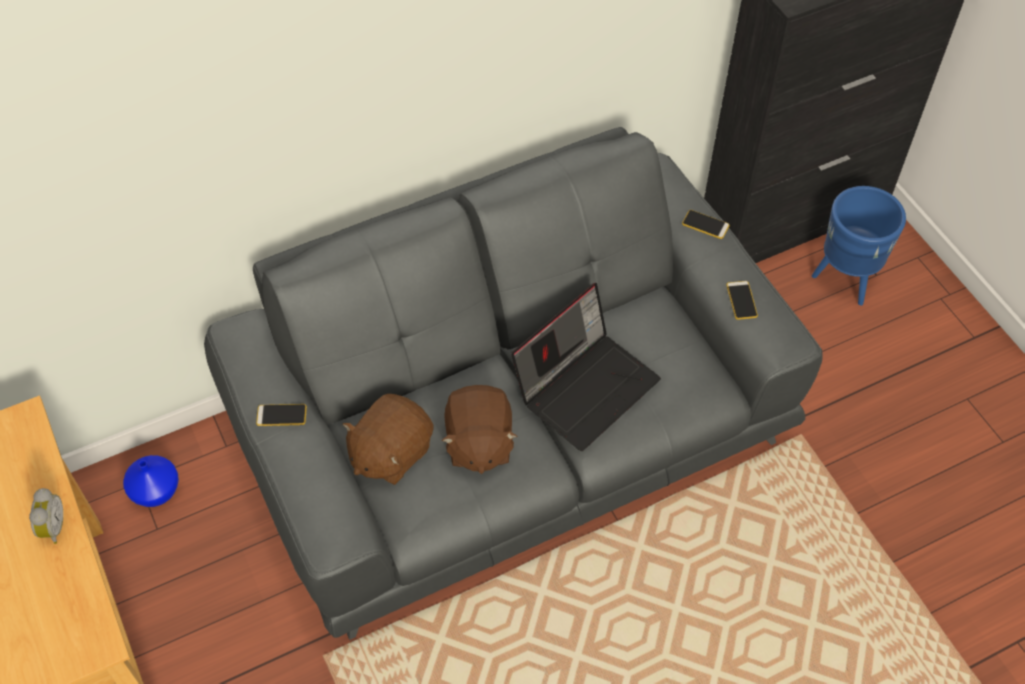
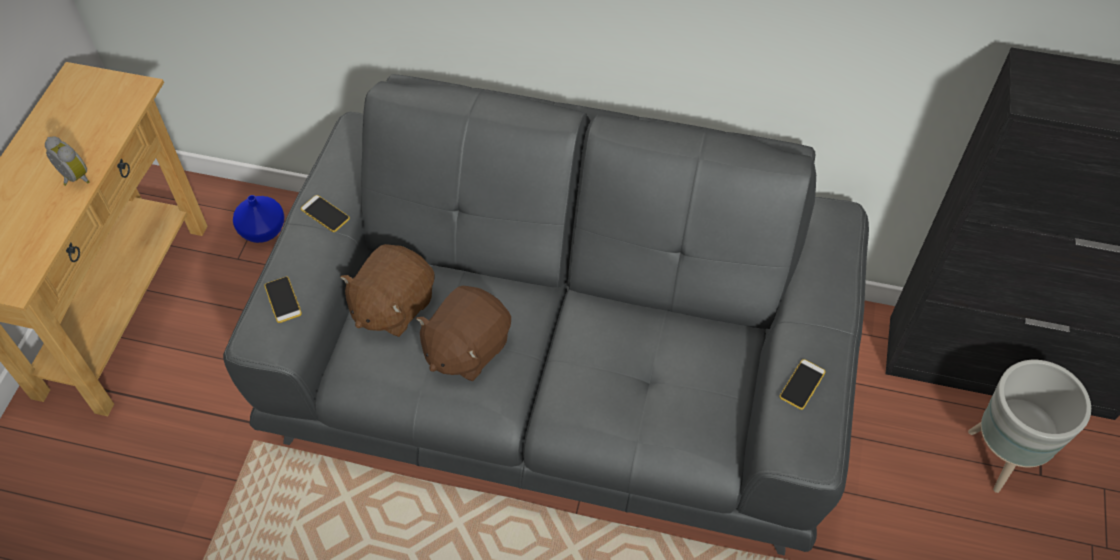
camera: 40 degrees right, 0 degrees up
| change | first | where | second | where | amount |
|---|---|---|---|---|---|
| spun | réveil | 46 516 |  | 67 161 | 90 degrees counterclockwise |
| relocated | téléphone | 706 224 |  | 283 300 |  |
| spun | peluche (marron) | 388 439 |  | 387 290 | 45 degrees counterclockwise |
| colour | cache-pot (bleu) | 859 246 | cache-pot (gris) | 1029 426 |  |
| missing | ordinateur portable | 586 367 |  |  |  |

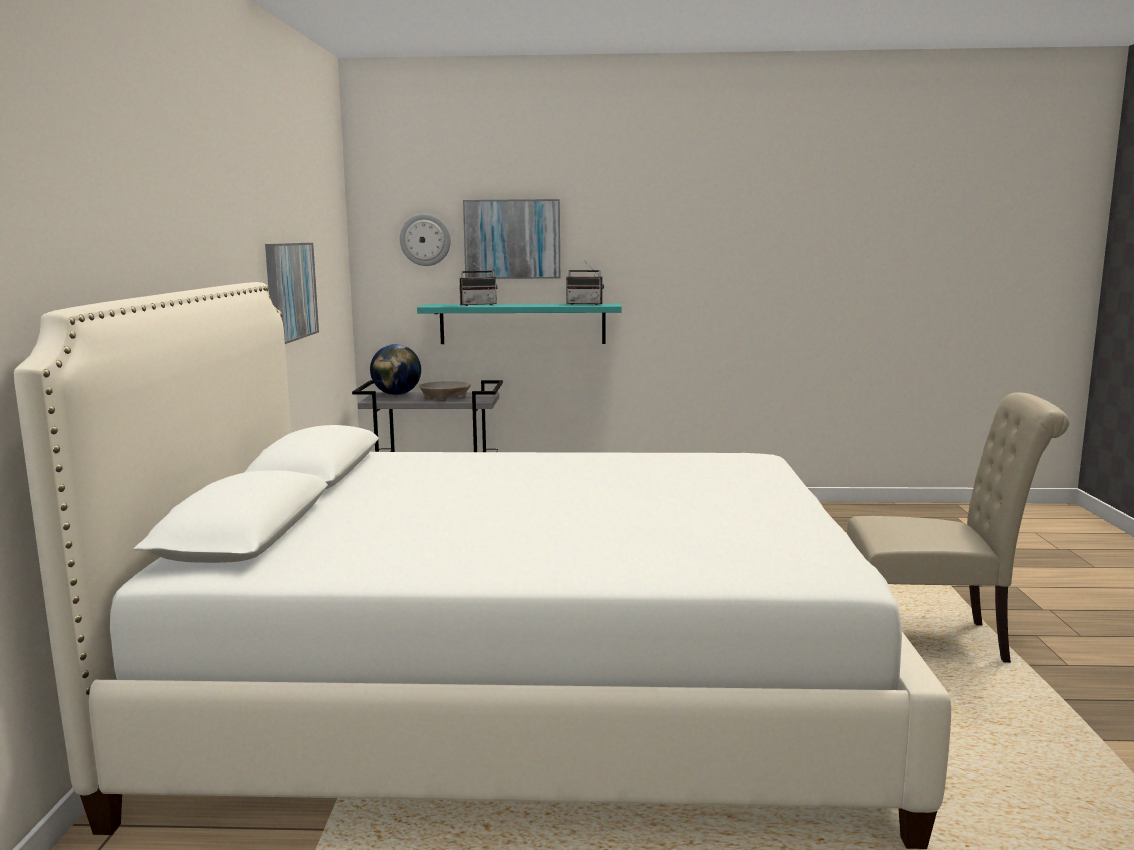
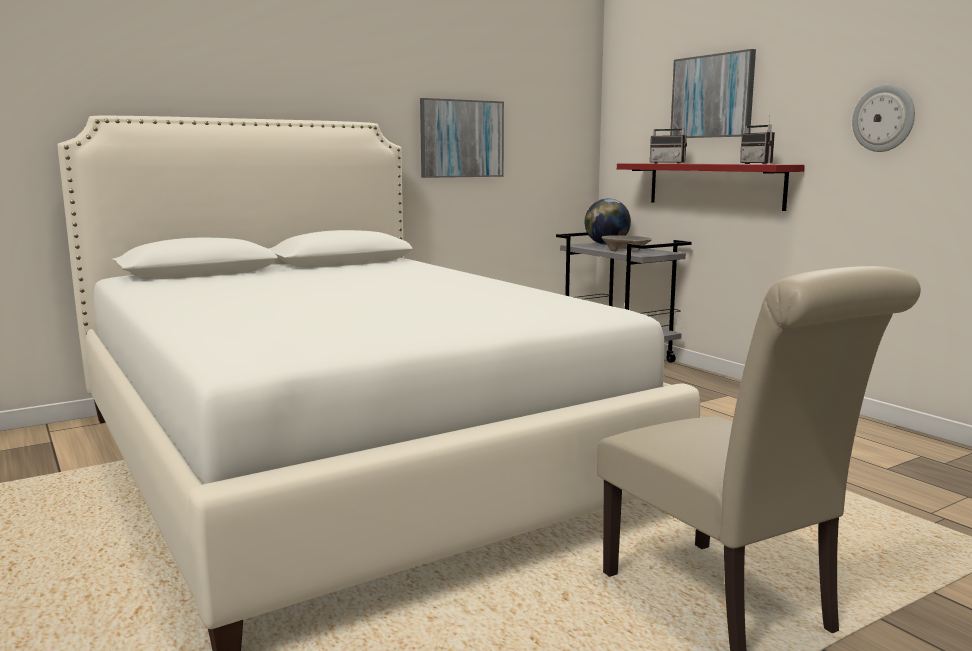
camera: 55 degrees right, 0 degrees up
| change | first | where | second | where | amount |
|---|---|---|---|---|---|
| colour | étagère (turquoise) | 519 323 | étagère (rouge) | 711 187 |  |
| relocated | horloge murale | 425 240 |  | 883 118 |  |

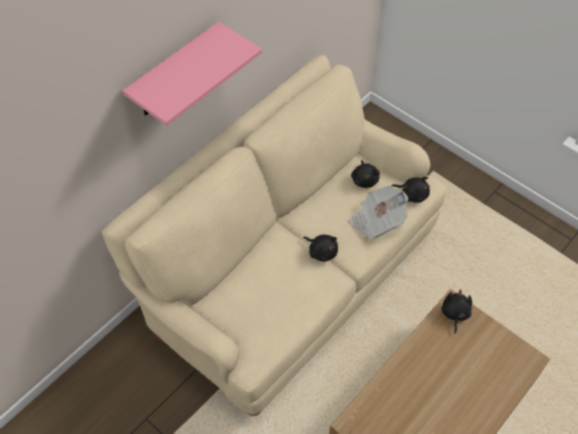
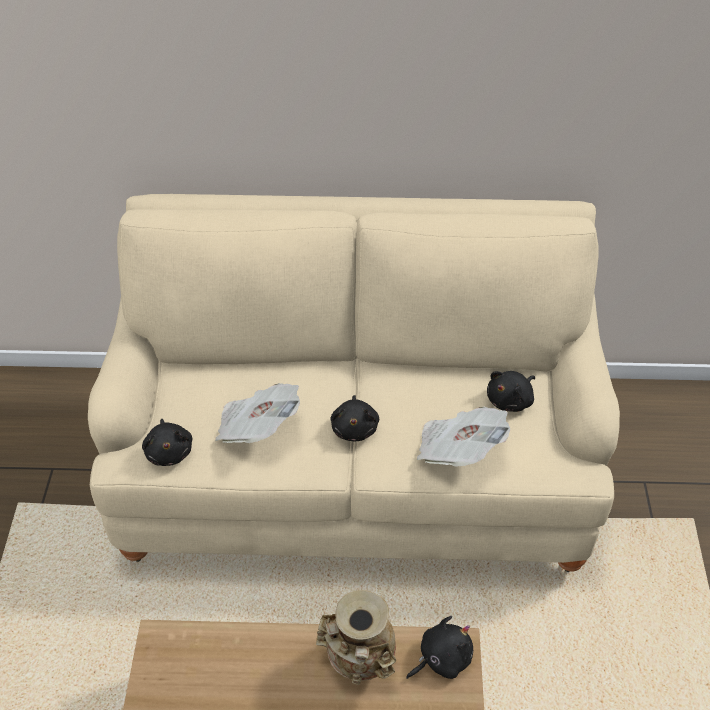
camera: 50 degrees right, 10 degrees down
| change | first | where | second | where | amount |
|---|---|---|---|---|---|
| relocated | peluche (noir) | 411 190 |  | 167 442 |  |
| appeared |  |  | journal | 257 413 |  |
| appeared |  |  | vase (beige) | 356 637 |  |
| missing | étagère (rose) | 192 74 |  |  |  |

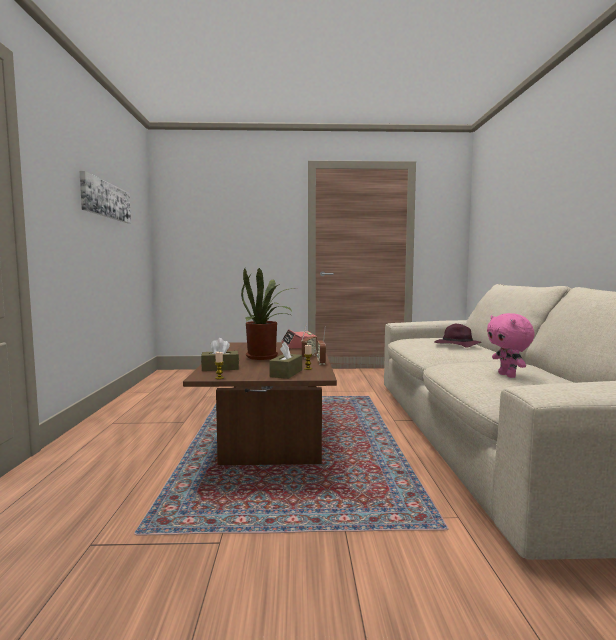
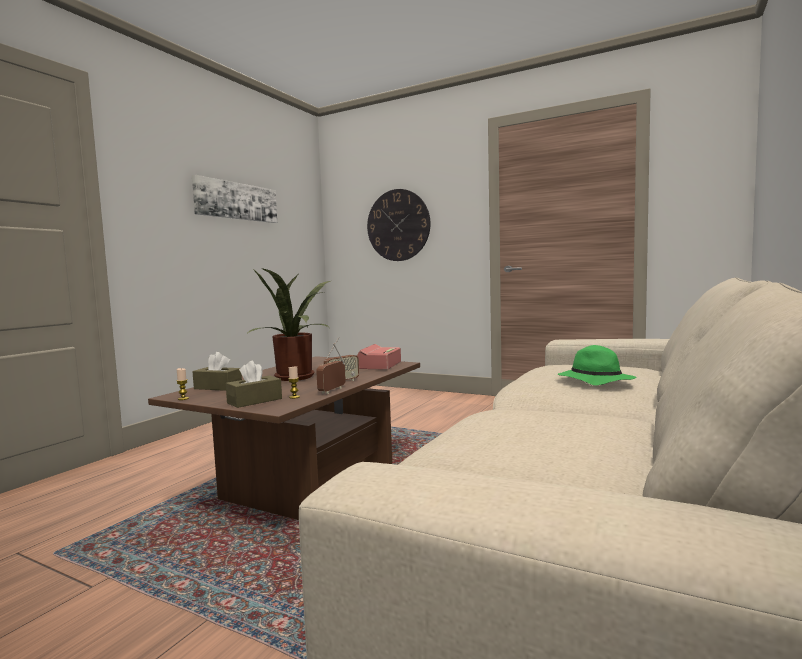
camera: 30 degrees right, 0 degrees up
| change | first | where | second | where | amount |
|---|---|---|---|---|---|
| appeared |  |  | horloge murale | 398 225 |  |
| colour | chapeau (violet) | 458 336 | chapeau (vert) | 597 365 |  |
| missing | peluche (rose) | 511 345 |  |  |  |

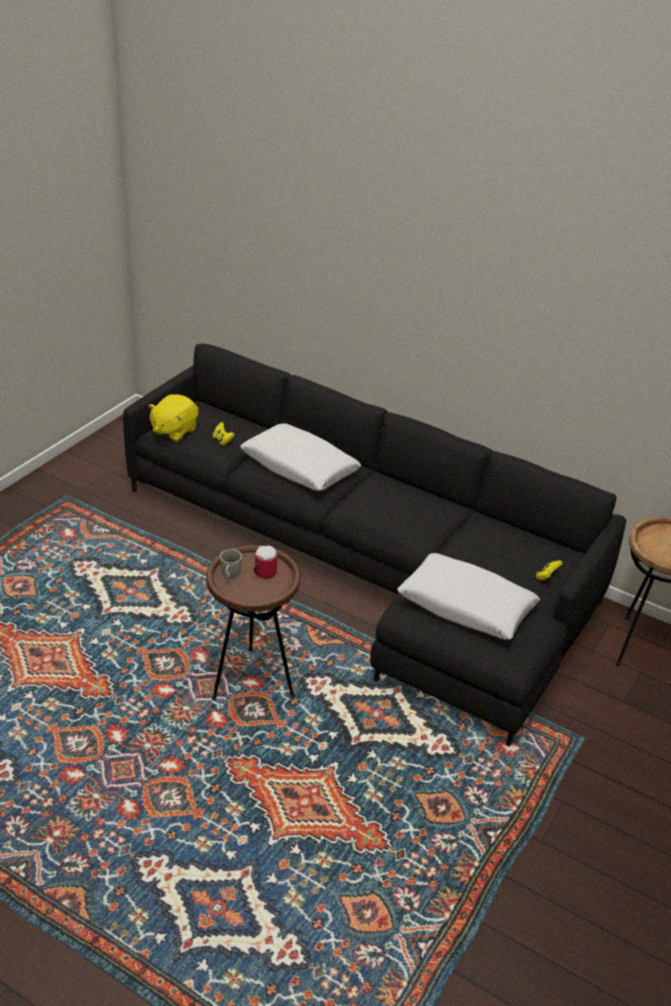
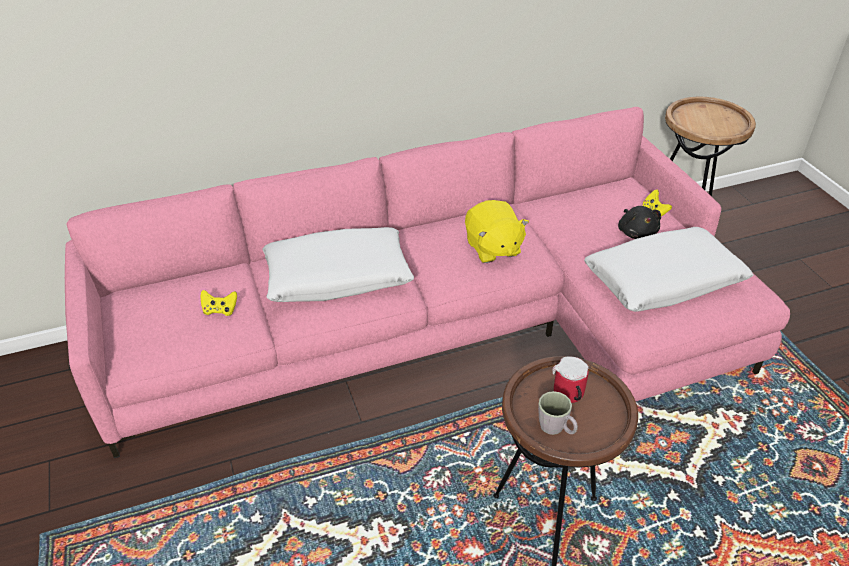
camera: 50 degrees left, 5 degrees up
| change | first | where | second | where | amount |
|---|---|---|---|---|---|
| colour | canapé (noir) | 374 545 | canapé (rose) | 427 282 |  |
| relocated | peluche (jaune) | 173 418 |  | 497 231 |  |
| appeared |  |  | peluche (noir) | 639 222 |  |

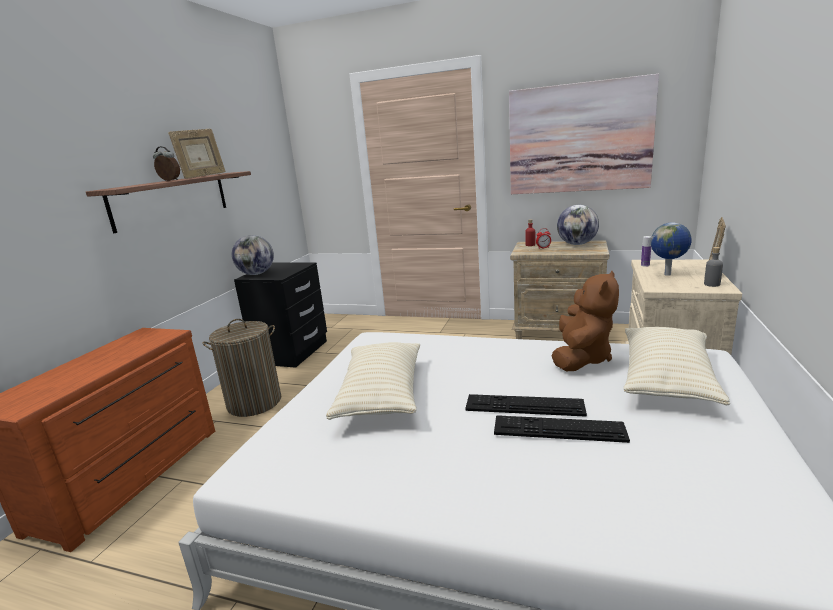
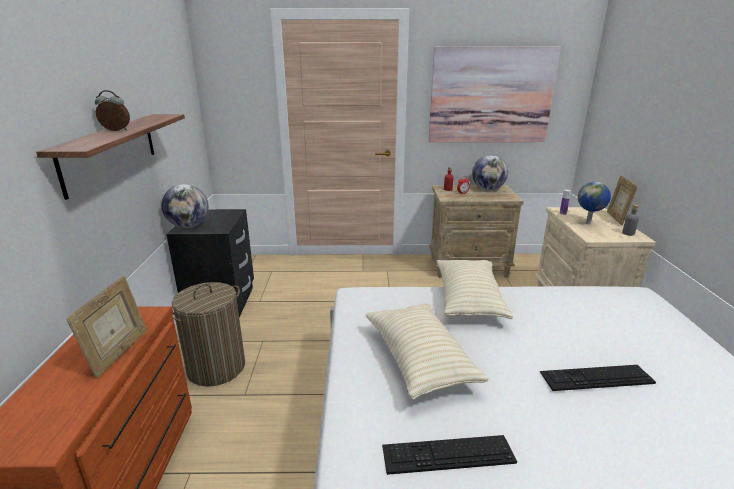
camera: 20 degrees left, 5 degrees up
| change | first | where | second | where | amount |
|---|---|---|---|---|---|
| relocated | cadre photo | 197 154 |  | 106 327 |  |
| relocated | clavier | 526 405 |  | 449 455 |  |
| relocated | coussin (beige) | 676 366 |  | 475 289 |  |
| missing | peluche (marron) | 585 321 |  |  |  |

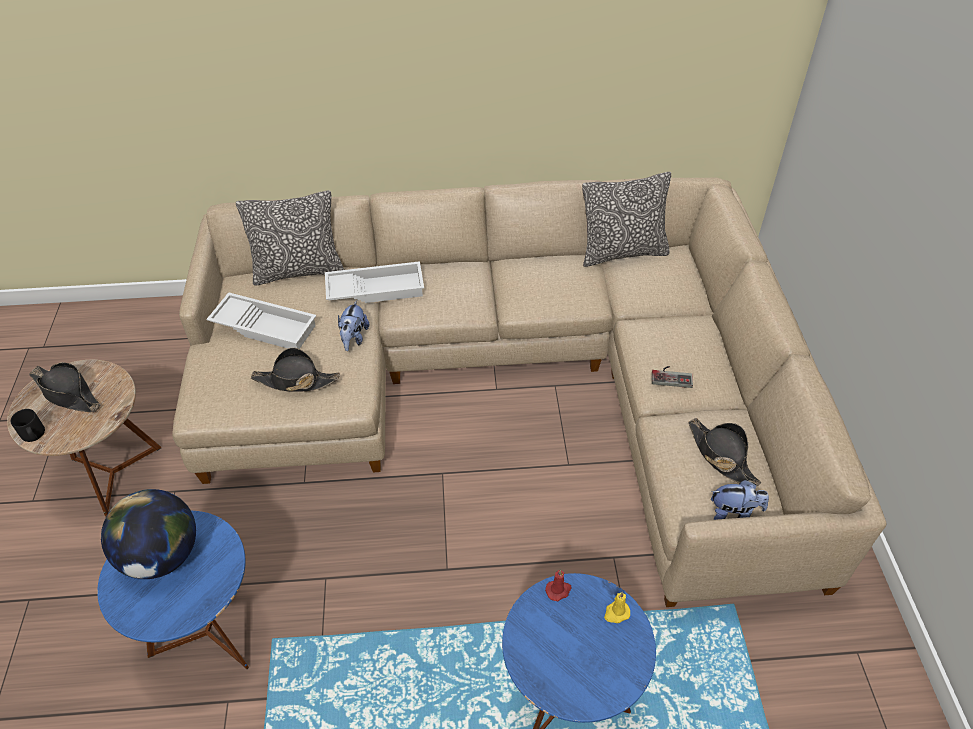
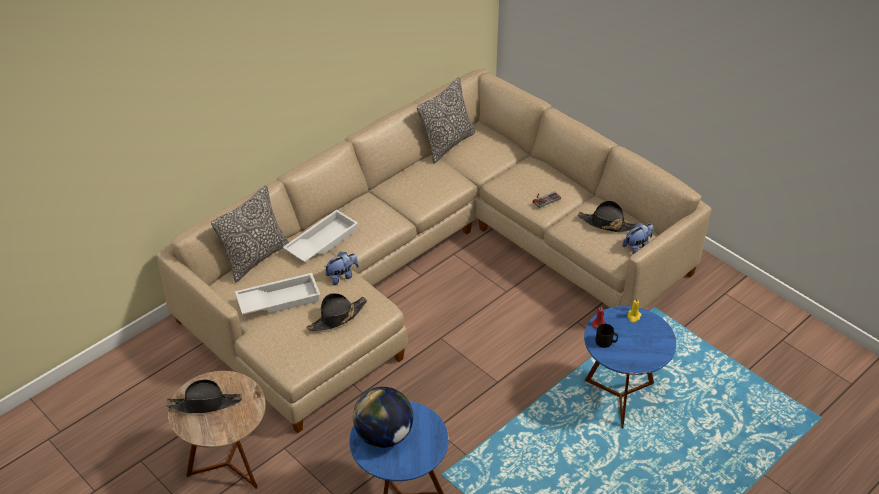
camera: 40 degrees left, 5 degrees down
| change | first | where | second | where | amount |
|---|---|---|---|---|---|
| spun | peluche | 353 325 |  | 341 268 | 90 degrees counterclockwise |
| relocated | mug (noir) | 28 425 |  | 606 336 |  |

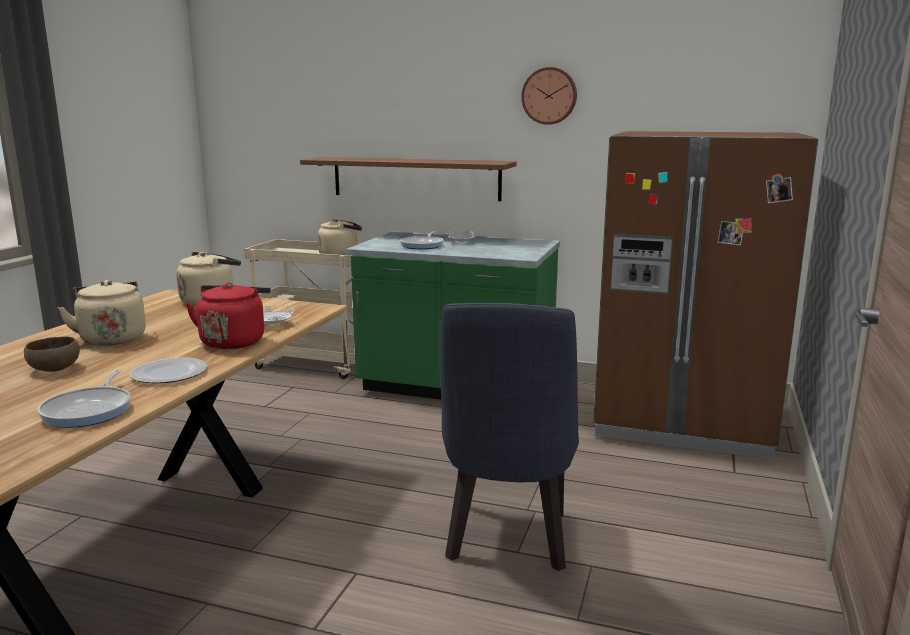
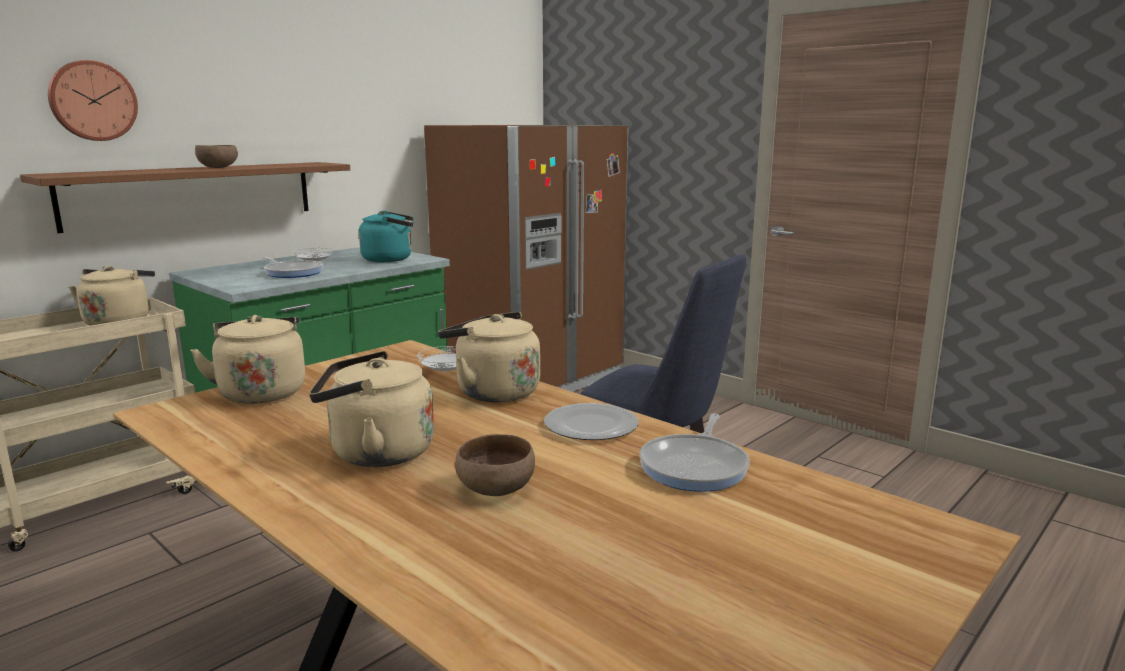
camera: 65 degrees left, 0 degrees up
| change | first | where | second | where | amount |
|---|---|---|---|---|---|
| relocated | horloge murale | 549 96 |  | 93 100 |  |
| appeared |  |  | bol (marron) | 216 156 |  |
| appeared |  |  | bouilloire (turquoise) | 386 236 |  |
| colour | bouilloire (rouge) | 228 316 | bouilloire (beige) | 489 357 |  |
| spun | poêle | 84 399 |  | 694 453 | 90 degrees clockwise |

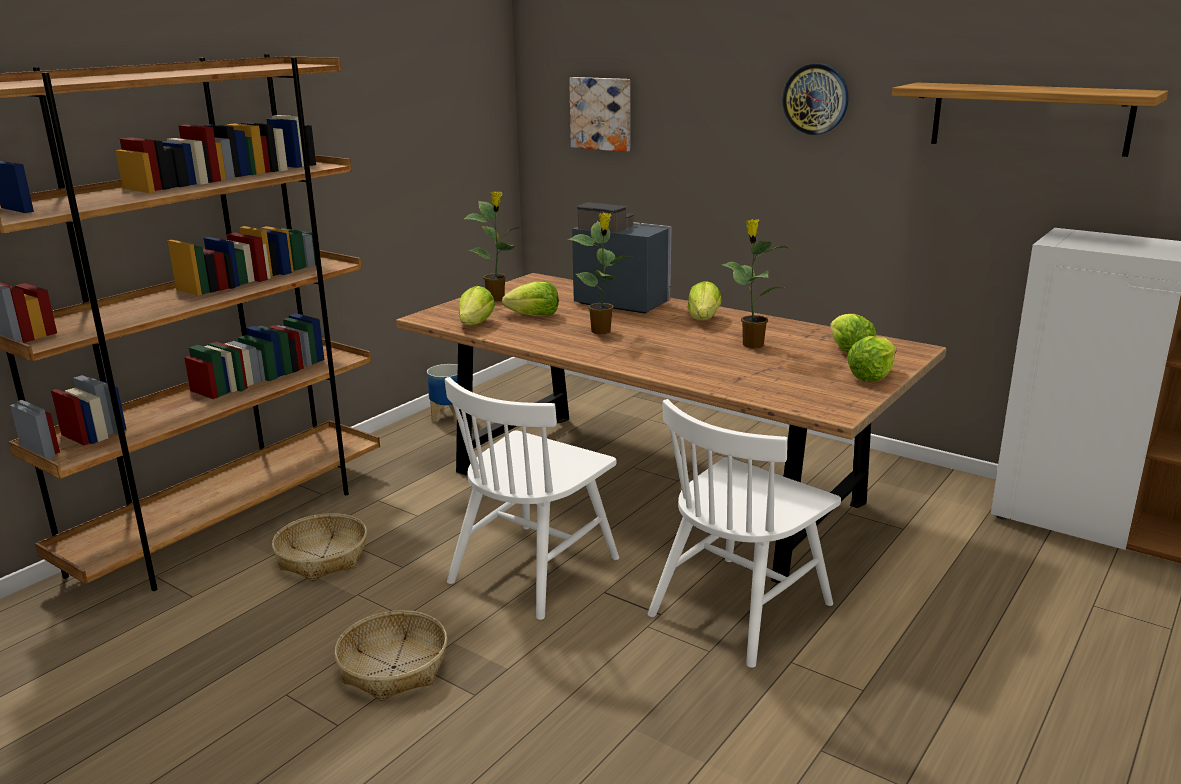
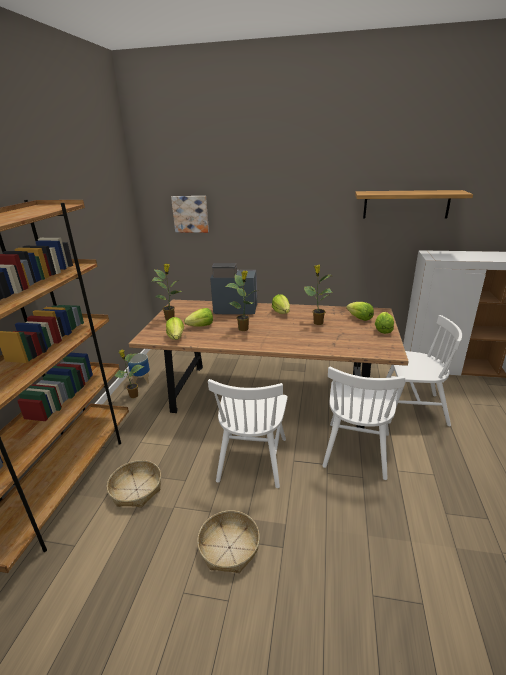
camera: 25 degrees left, 5 degrees up
| change | first | where | second | where | amount |
|---|---|---|---|---|---|
| appeared |  |  | plante en pot | 129 374 |  |
| appeared |  |  | chaise (blanc) | 424 370 |  |
| missing | horloge murale | 815 99 |  |  |  |

